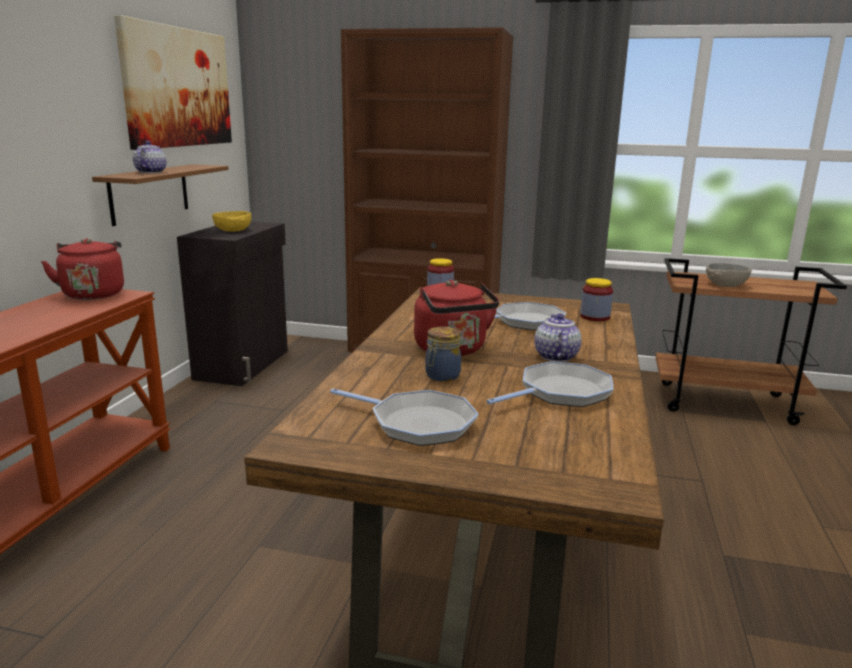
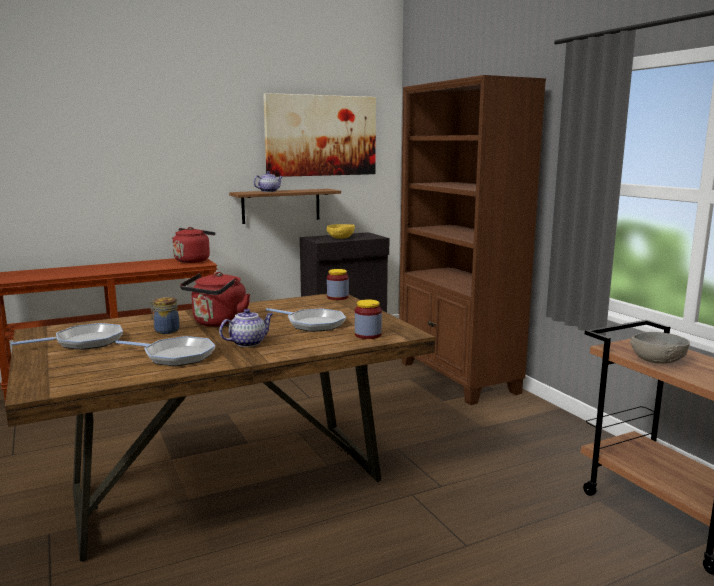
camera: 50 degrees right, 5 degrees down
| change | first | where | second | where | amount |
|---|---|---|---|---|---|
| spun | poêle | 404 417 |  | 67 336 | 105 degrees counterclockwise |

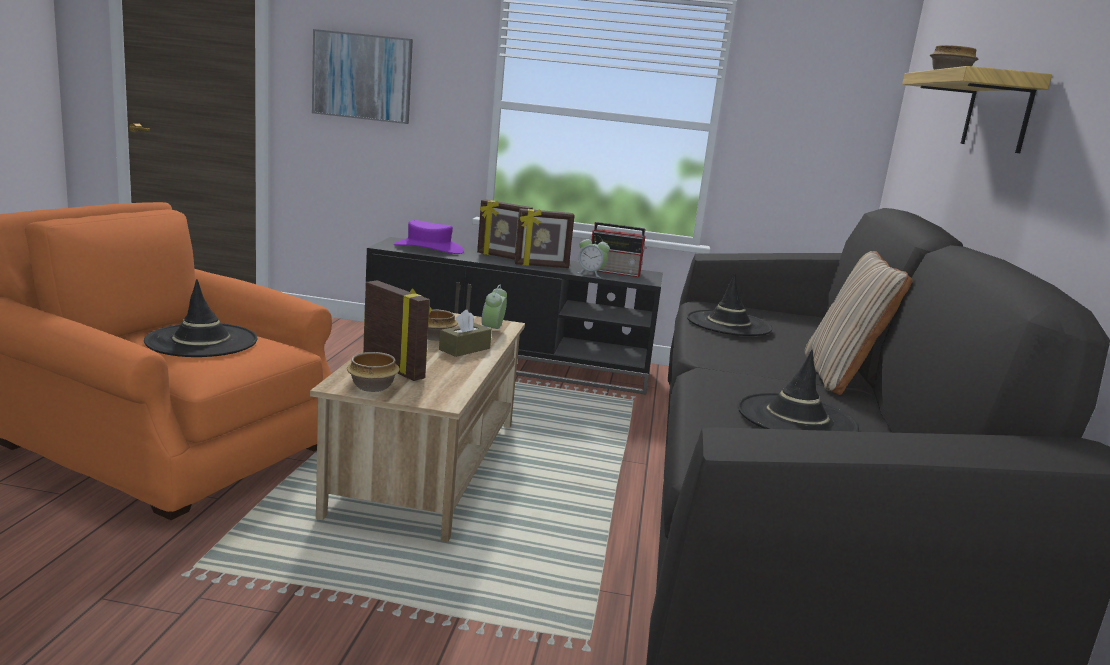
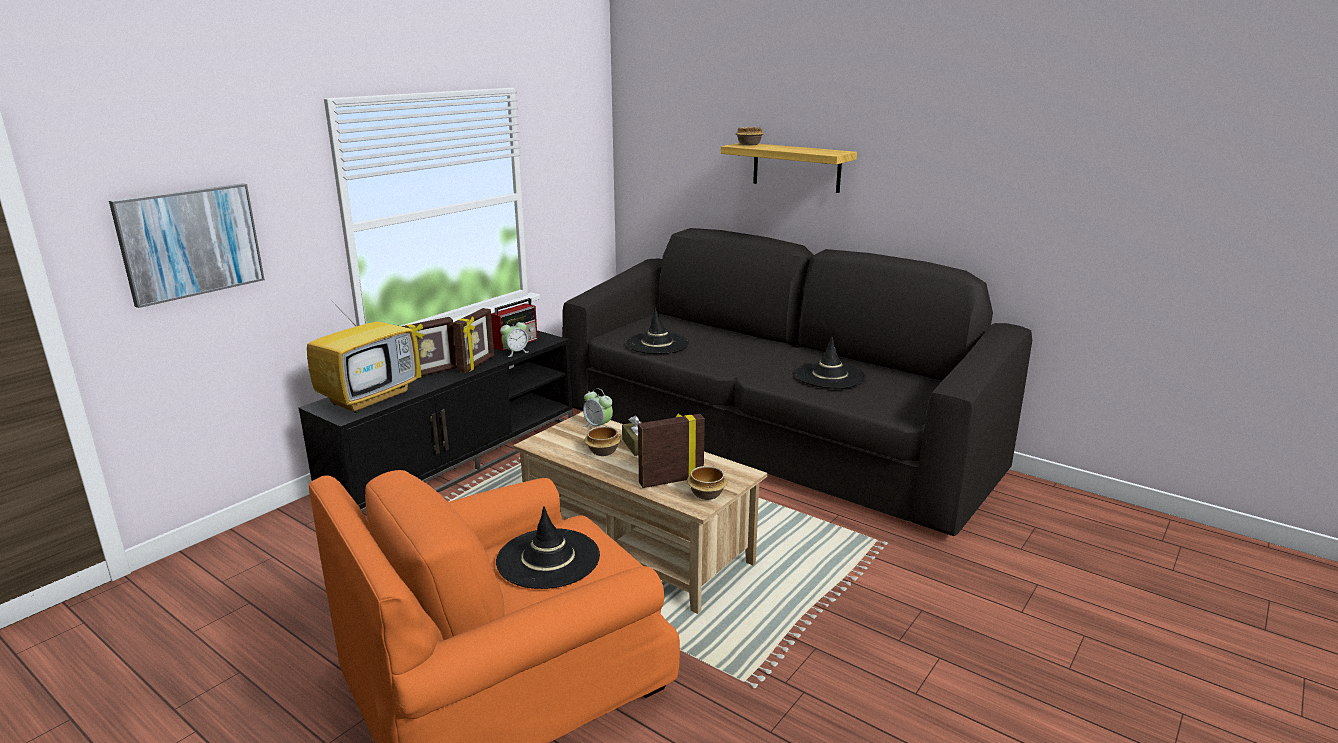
camera: 60 degrees left, 5 degrees up
| change | first | where | second | where | amount |
|---|---|---|---|---|---|
| exchanged | chapeau (violet) | 429 237 | téléviseur | 362 346 |  |
| missing | coussin (beige) | 858 323 |  |  |  |

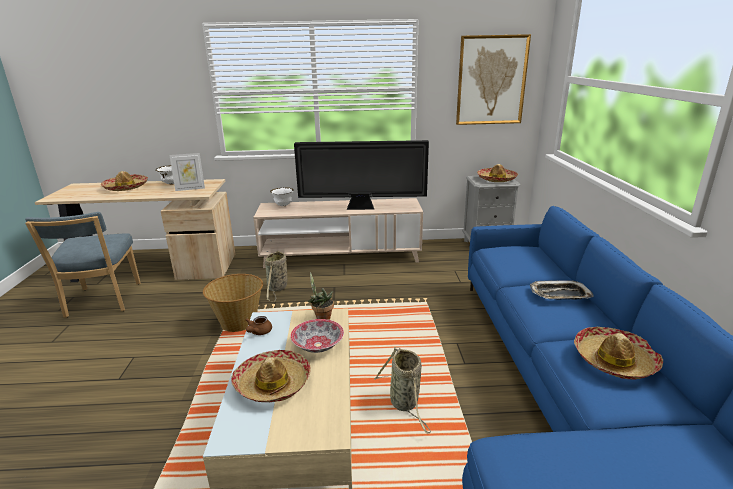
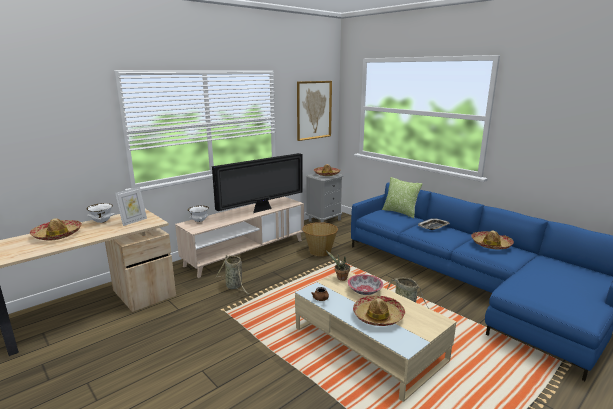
camera: 40 degrees left, 5 degrees down
| change | first | where | second | where | amount |
|---|---|---|---|---|---|
| relocated | panier | 233 303 |  | 320 239 |  |
| appeared |  |  | coussin | 402 197 |  |
| missing | chaise (bleu) | 83 265 |  |  |  |

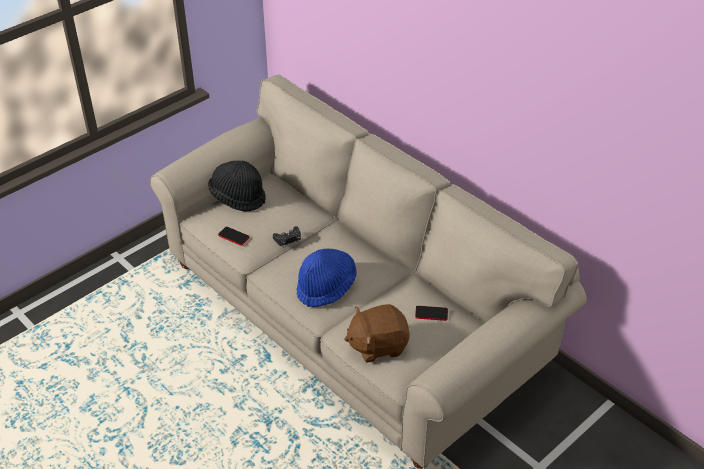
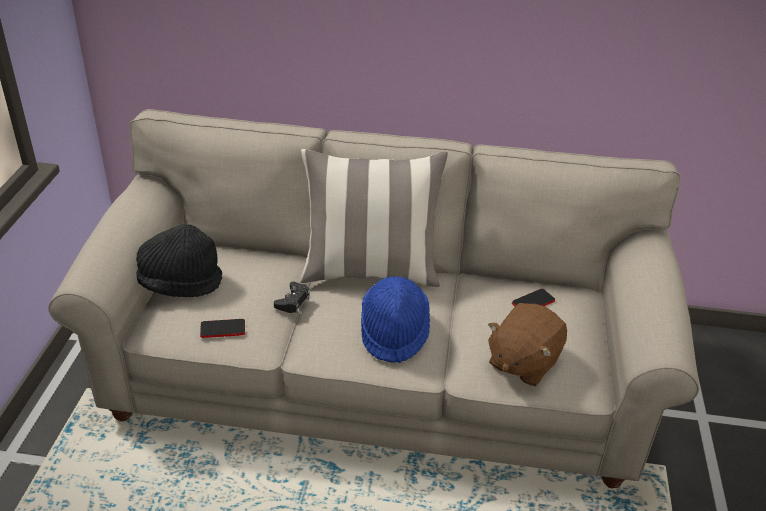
camera: 40 degrees left, 5 degrees down
| change | first | where | second | where | amount |
|---|---|---|---|---|---|
| appeared |  |  | coussin | 374 218 |  |

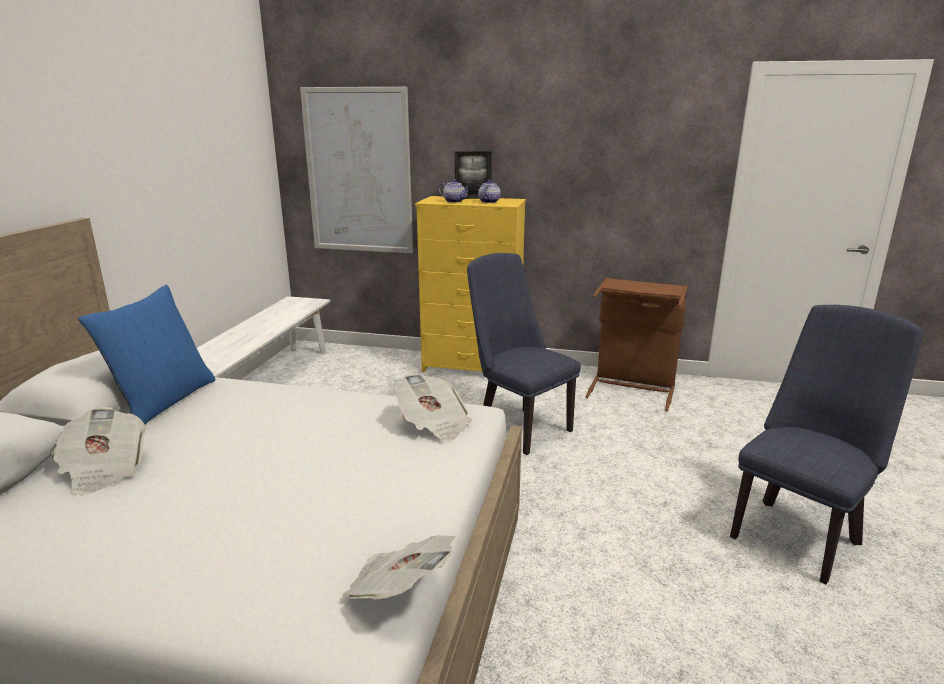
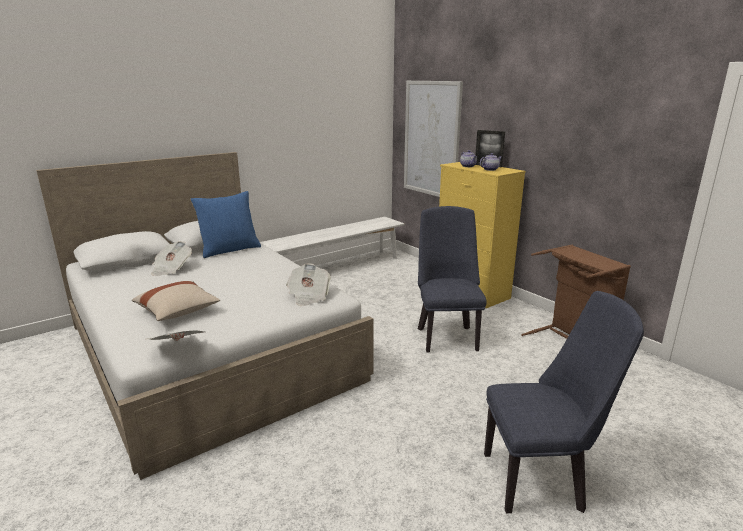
camera: 40 degrees right, 0 degrees up
| change | first | where | second | where | amount |
|---|---|---|---|---|---|
| appeared |  |  | coussin (beige) | 176 301 |  |

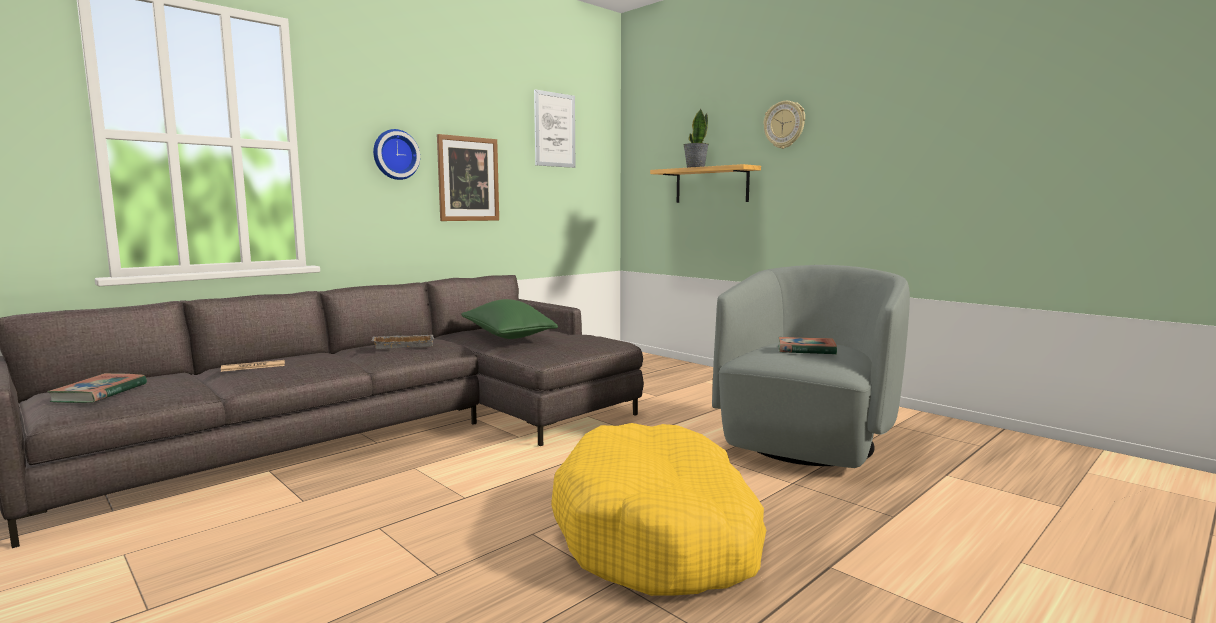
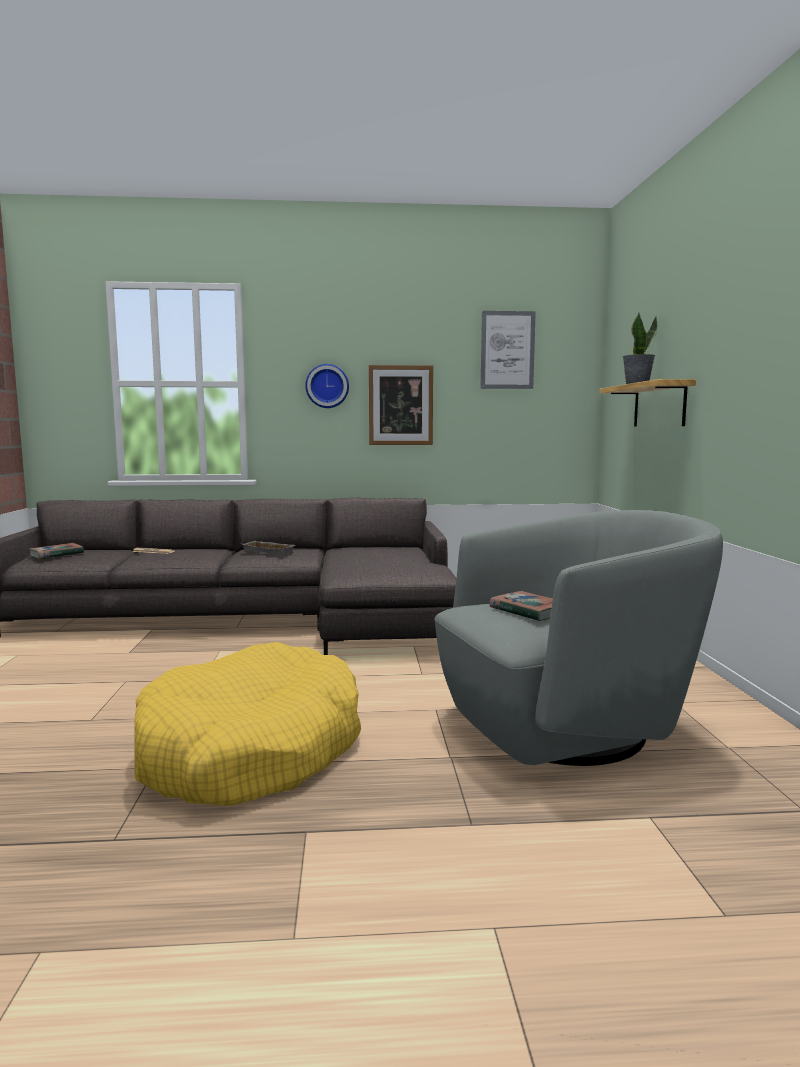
camera: 40 degrees right, 0 degrees up
| change | first | where | second | where | amount |
|---|---|---|---|---|---|
| missing | coussin (vert) | 509 319 |  |  |  |
| missing | horloge murale | 784 125 |  |  |  |

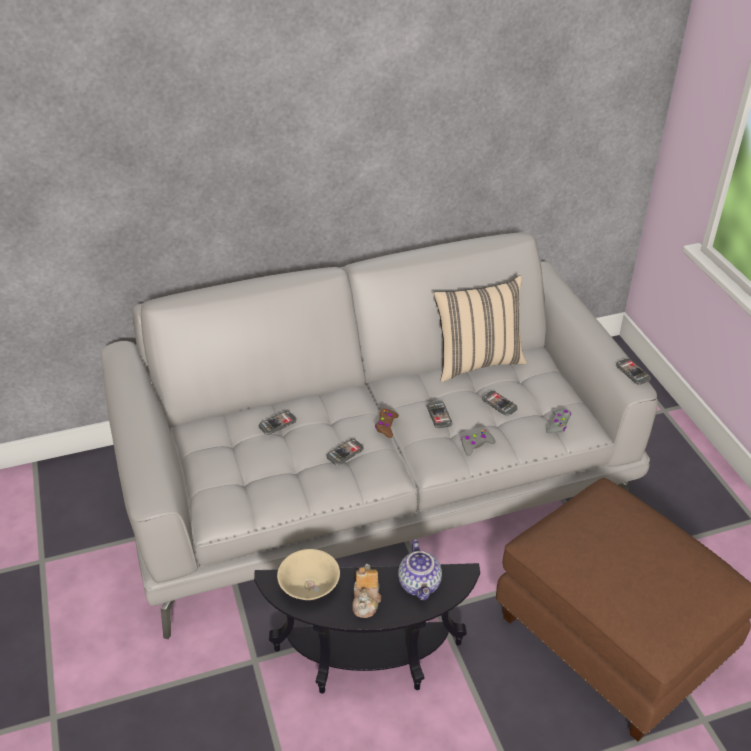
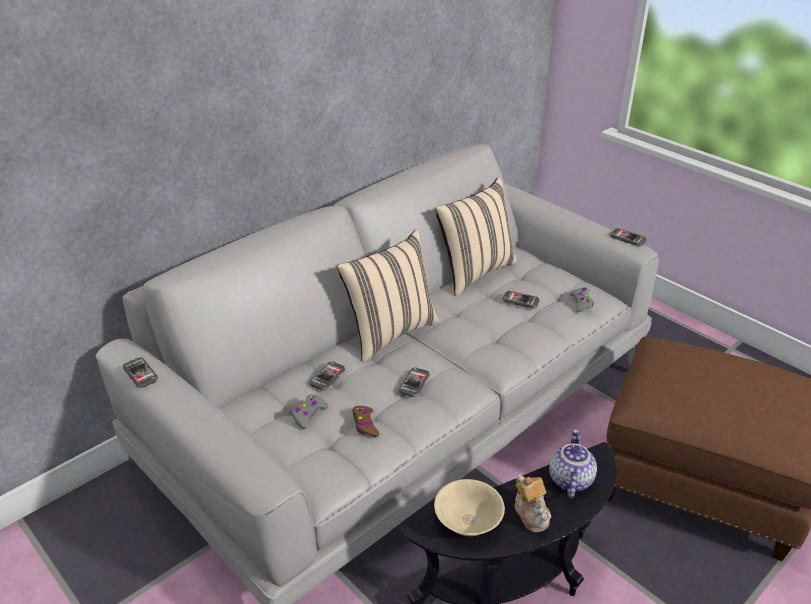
camera: 25 degrees left, 5 degrees down
| change | first | where | second | where | amount |
|---|---|---|---|---|---|
| relocated | téléphone | 440 414 |  | 140 373 |  |
| relocated | manette (gris) | 478 442 |  | 309 411 |  |
| appeared |  |  | coussin (beige) | 388 296 |  |
| relocated | manette (marron) | 387 423 |  | 365 421 |  |
| spun | théière | 420 569 |  | 573 463 | 135 degrees counterclockwise |

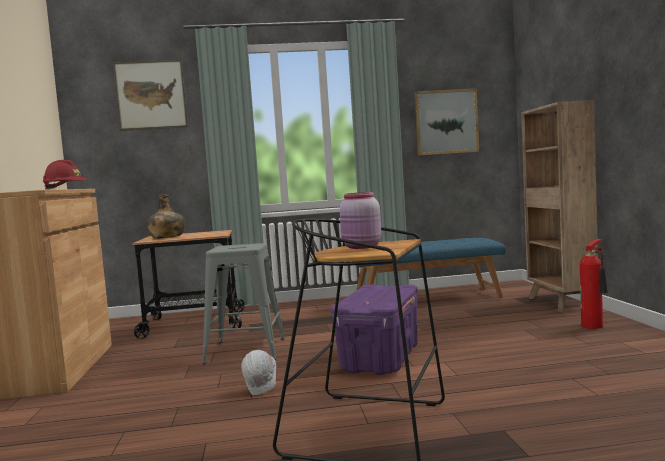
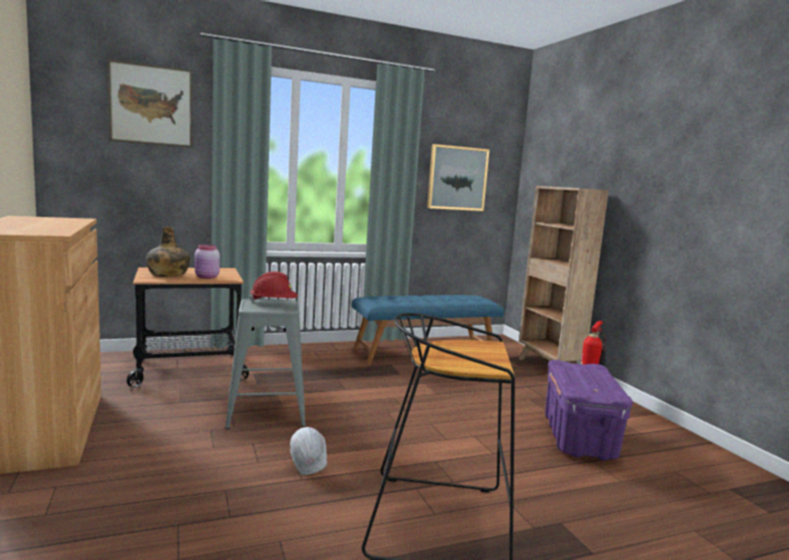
camera: 15 degrees left, 5 degrees up
| change | first | where | second | where | amount |
|---|---|---|---|---|---|
| relocated | bocal (rose) | 360 220 |  | 207 262 |  |
| relocated | casque de chantier (rouge) | 65 175 |  | 273 286 |  |
| relocated | boîte de rangement (violet) | 374 329 |  | 589 410 |  |

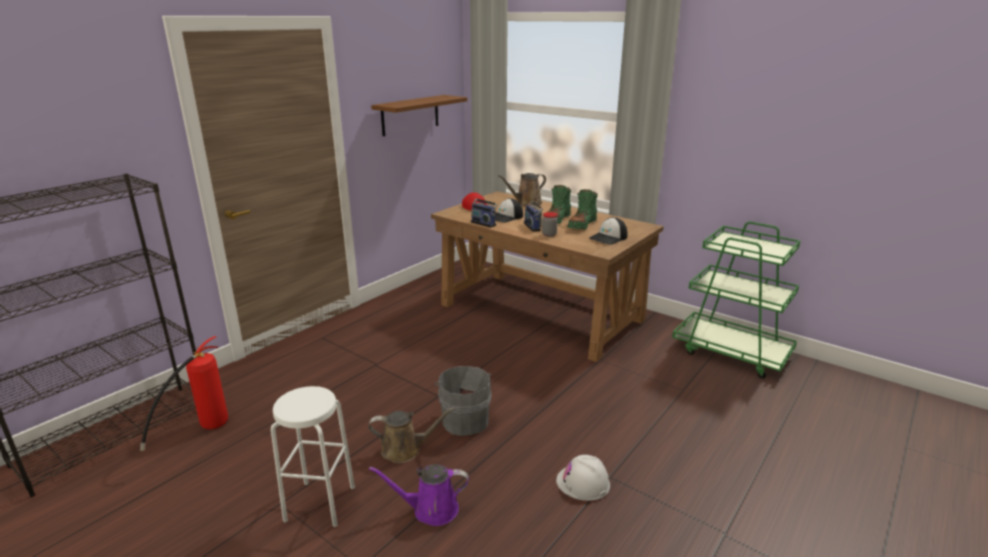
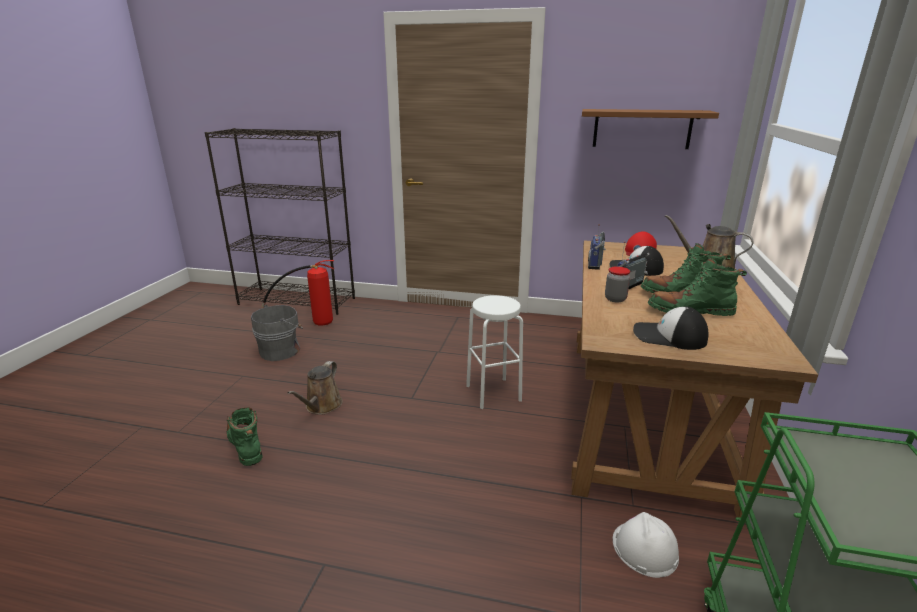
camera: 65 degrees right, 0 degrees up
| change | first | where | second | where | amount |
|---|---|---|---|---|---|
| exchanged | arrosoir (violet) | 419 495 | botte (vert) | 245 436 |  |
| relocated | seau (gris) | 463 401 |  | 277 333 |  |
| spun | arrosoir (marron) | 411 435 |  | 315 388 | 45 degrees clockwise |
| relocated | tabouret (blanc) | 313 456 |  | 494 352 |  |
| relocated | casque de chantier (blanc) | 583 478 |  | 646 545 |  |

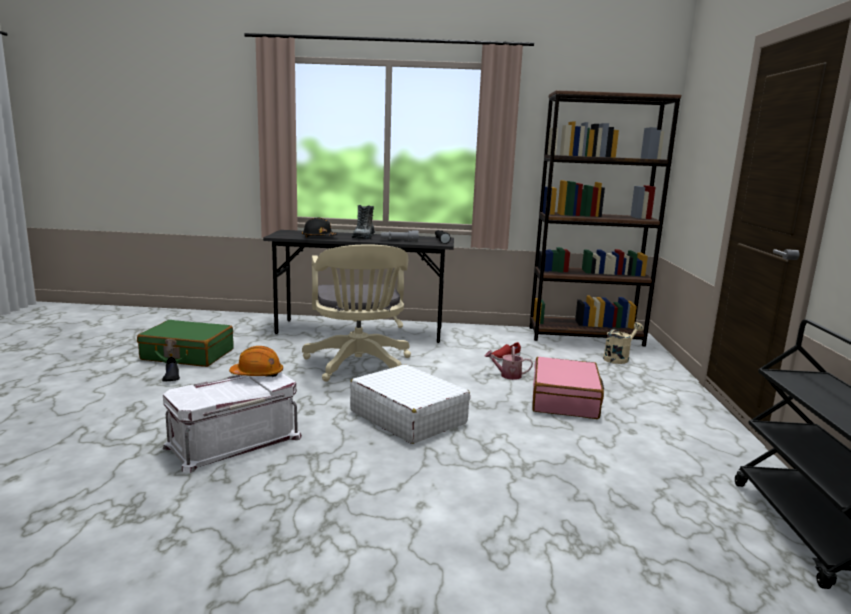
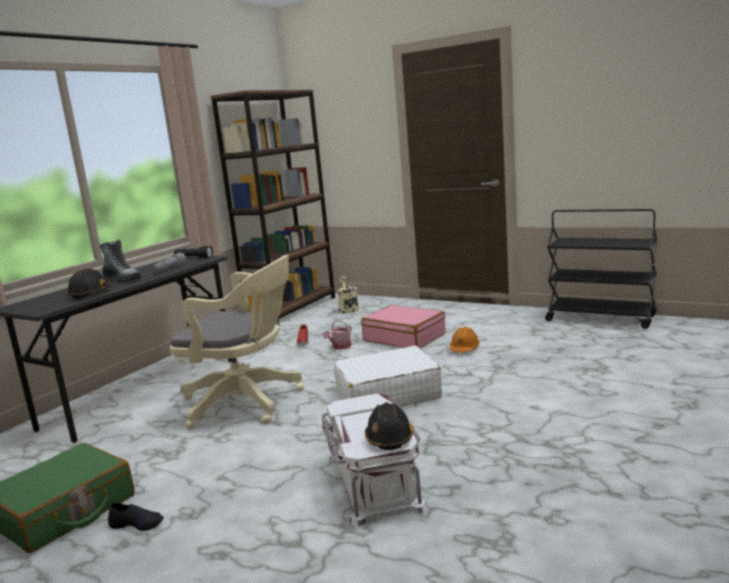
camera: 60 degrees left, 0 degrees up
| change | first | where | second | where | amount |
|---|---|---|---|---|---|
| appeared |  |  | casque de chantier (noir) | 389 426 |  |
| relocated | casque de chantier (orange) | 256 361 |  | 465 339 |  |

